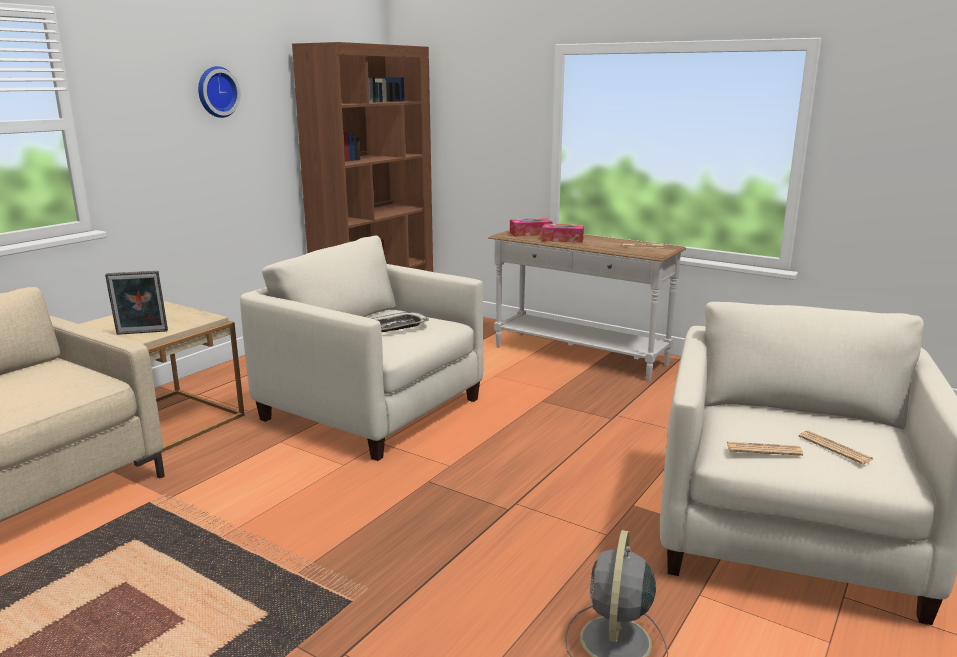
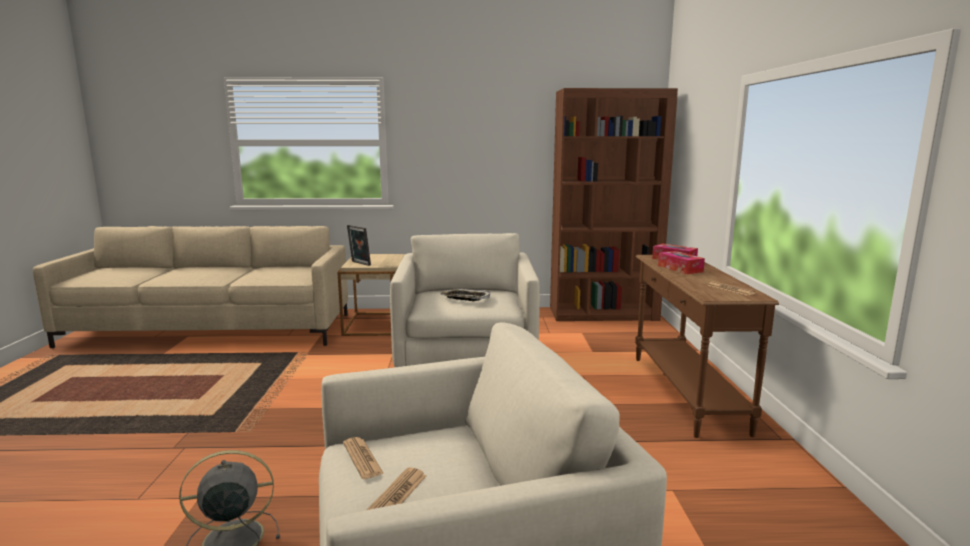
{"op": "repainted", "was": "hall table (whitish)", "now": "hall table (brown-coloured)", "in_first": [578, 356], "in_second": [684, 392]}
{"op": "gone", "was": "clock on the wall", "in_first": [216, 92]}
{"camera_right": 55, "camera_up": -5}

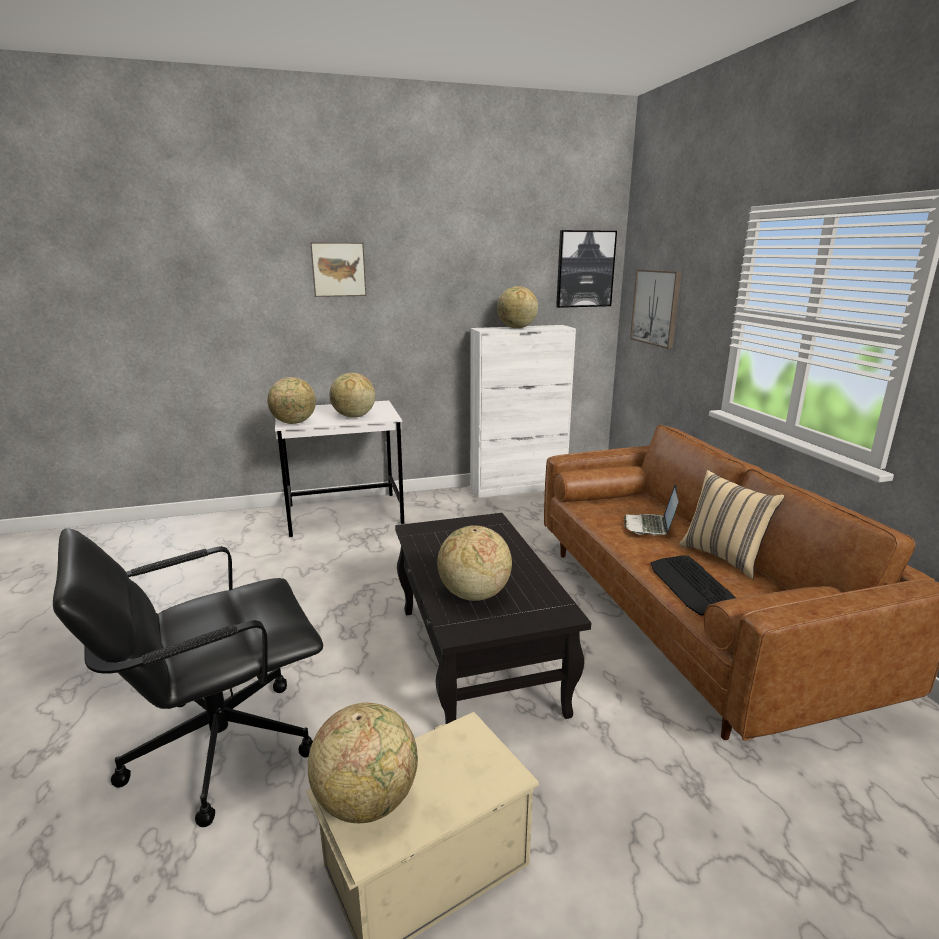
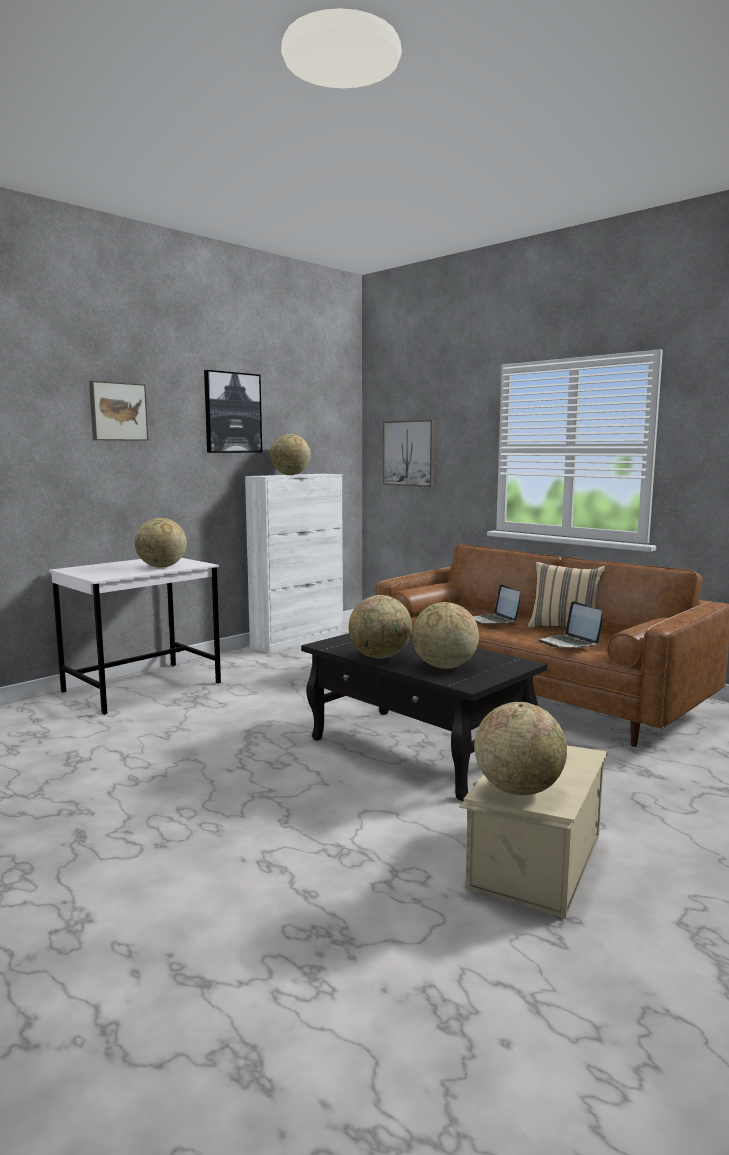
{"op": "shifted", "was": "wall picture", "in_first": [585, 269], "in_second": [232, 413]}
{"op": "shifted", "was": "world globe", "in_first": [294, 423], "in_second": [380, 657]}
{"op": "swapped", "was": "PC keyboard", "now": "portable computer", "in_first": [693, 586], "in_second": [569, 643]}
{"op": "gone", "was": "computer chair (black-coloured)", "in_first": [218, 746]}
{"camera_right": -30, "camera_up": -10}

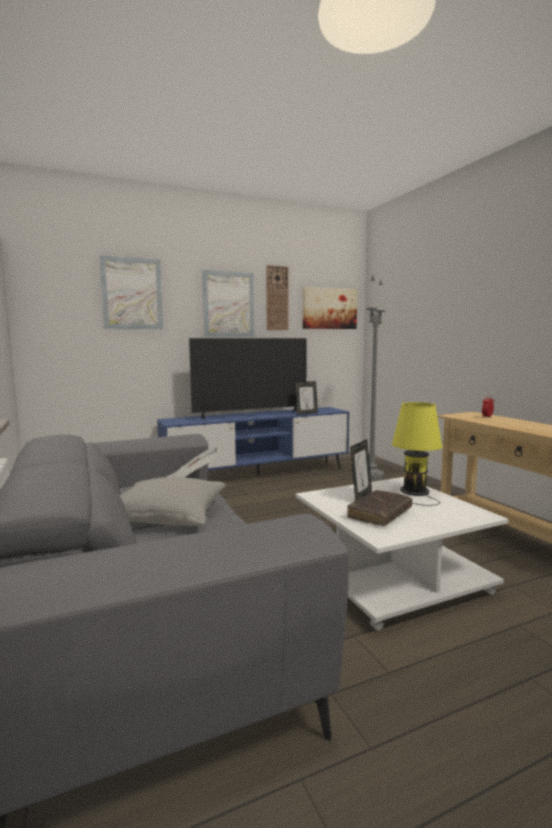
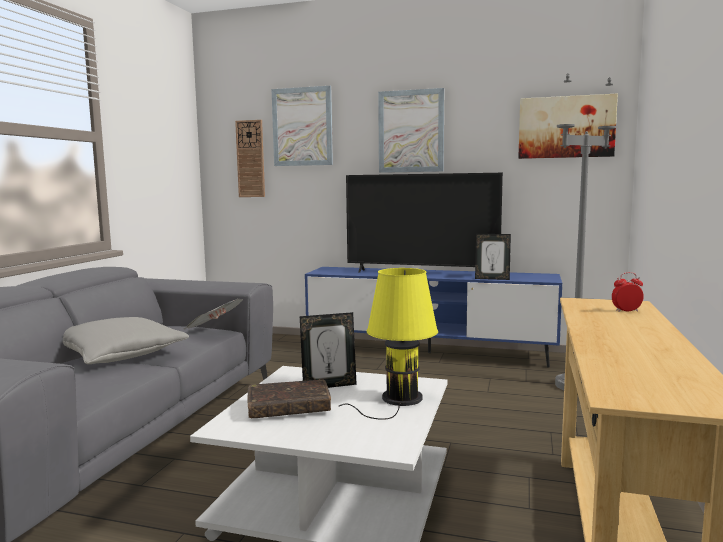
{"op": "shifted", "was": "clock on the wall", "in_first": [277, 298], "in_second": [250, 159]}
{"camera_right": 40, "camera_up": 0}

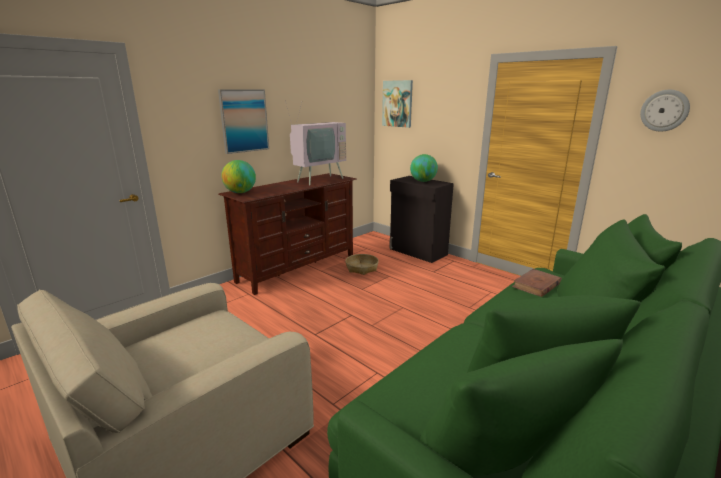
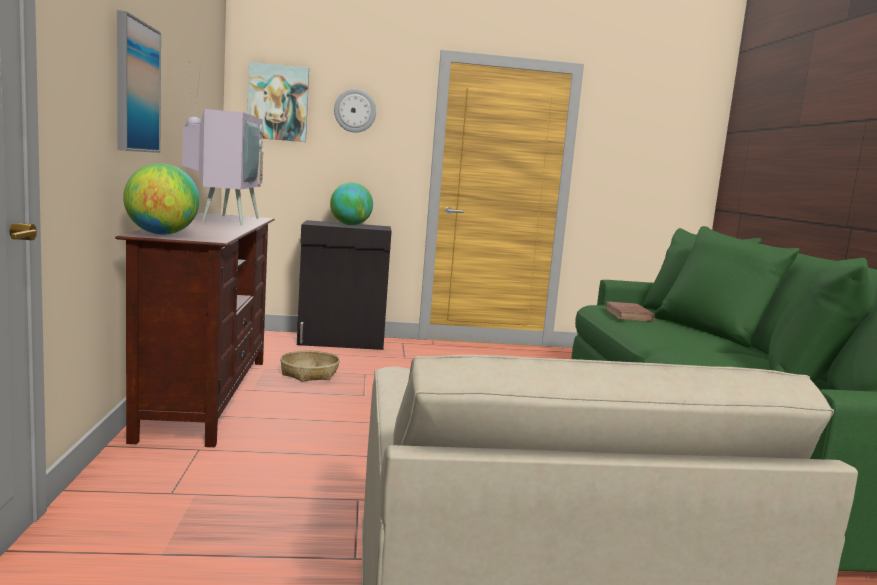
{"op": "shifted", "was": "clock on the wall", "in_first": [664, 110], "in_second": [355, 111]}
{"camera_right": -50, "camera_up": -10}

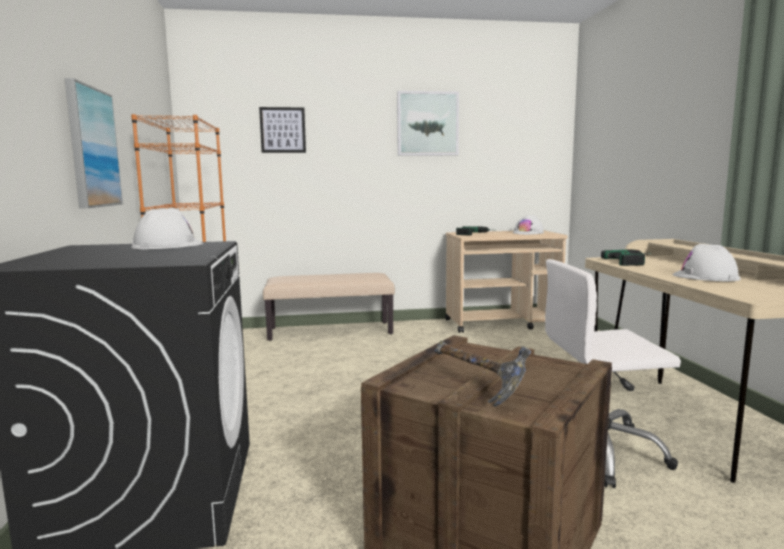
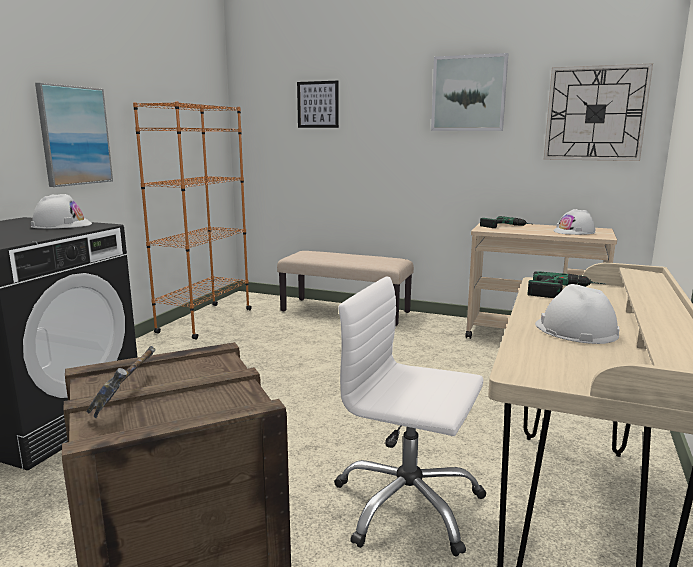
{"op": "new", "now": "clock on the wall", "in_second": [595, 114]}
{"camera_right": 30, "camera_up": 5}

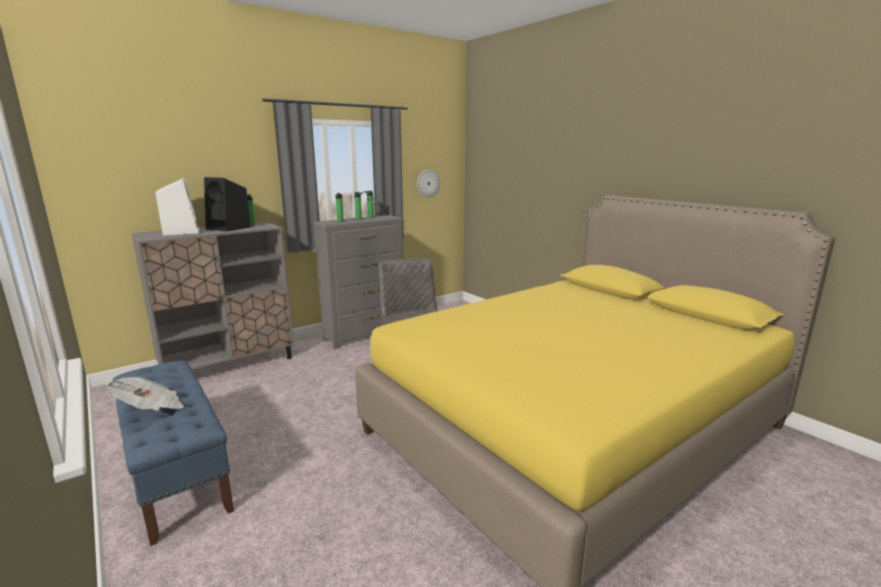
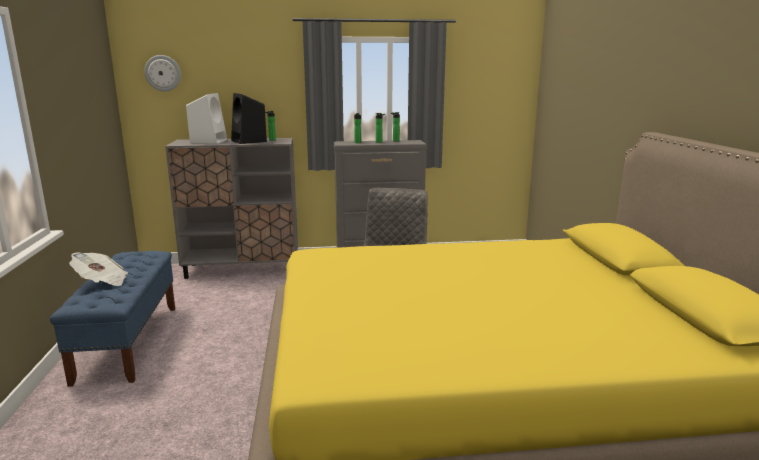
{"op": "shifted", "was": "clock on the wall", "in_first": [428, 183], "in_second": [163, 73]}
{"camera_right": 30, "camera_up": 0}

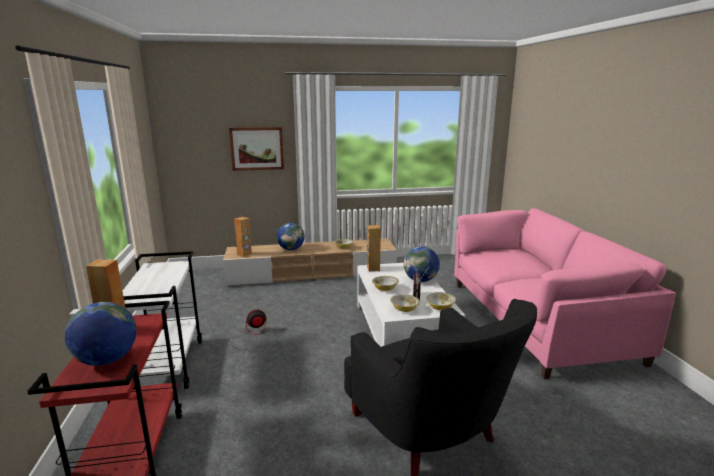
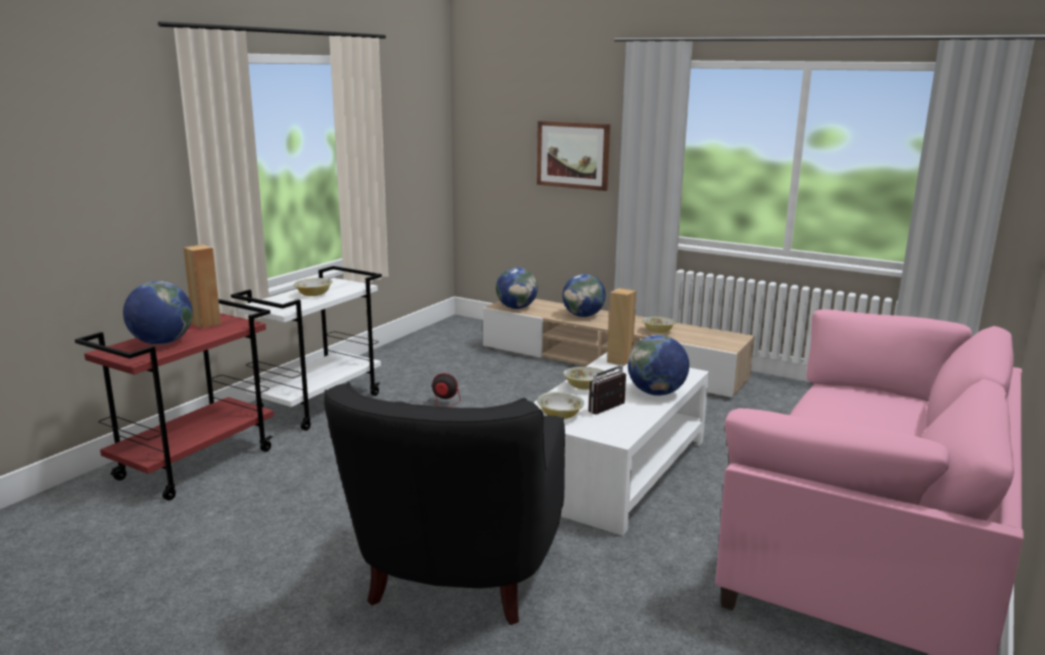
{"op": "shifted", "was": "bowl", "in_first": [440, 307], "in_second": [314, 295]}
{"op": "swapped", "was": "loudspeaker (brown-coloured)", "now": "world globe", "in_first": [244, 254], "in_second": [516, 308]}
{"camera_right": 40, "camera_up": 0}

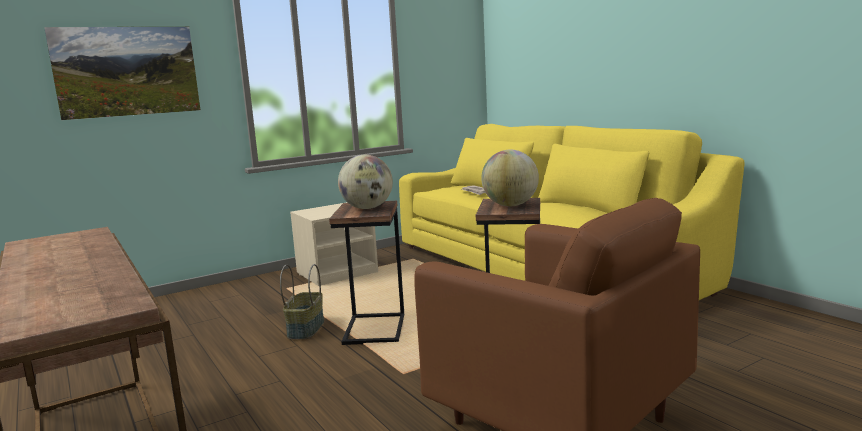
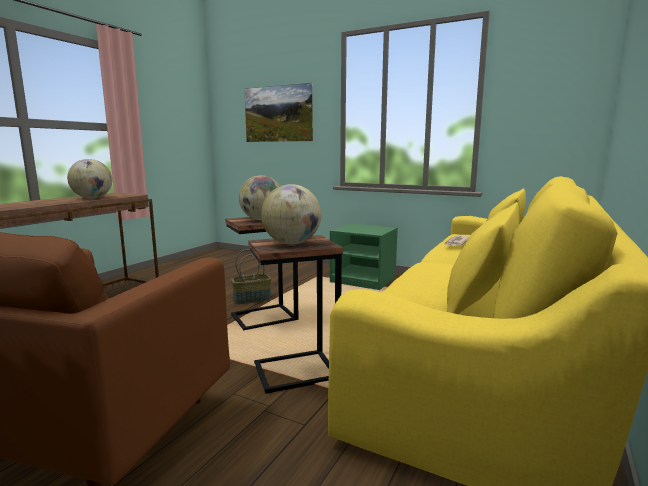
{"op": "new", "now": "world globe", "in_second": [92, 198]}
{"op": "repainted", "was": "bedside table (beige-coloured)", "now": "bedside table (greenish)", "in_first": [337, 272], "in_second": [364, 280]}
{"camera_right": 60, "camera_up": 0}

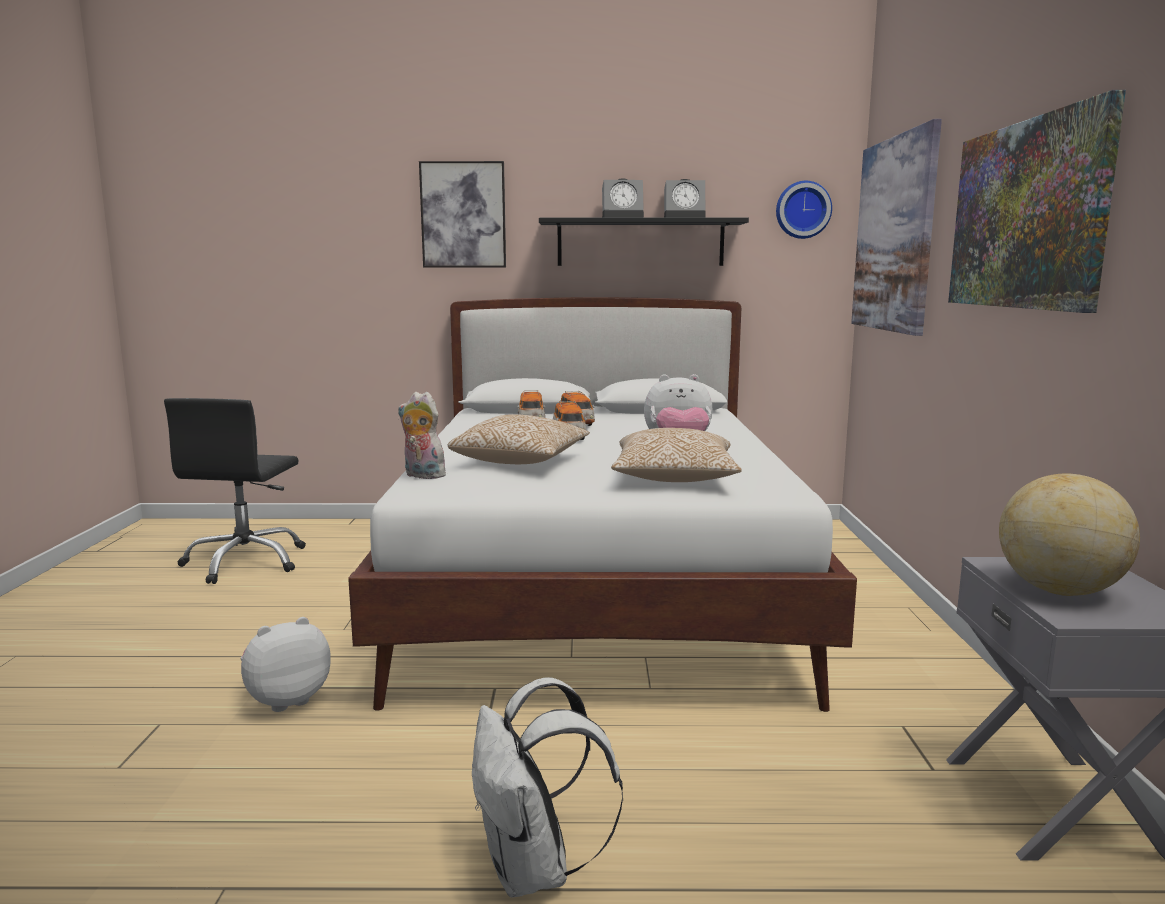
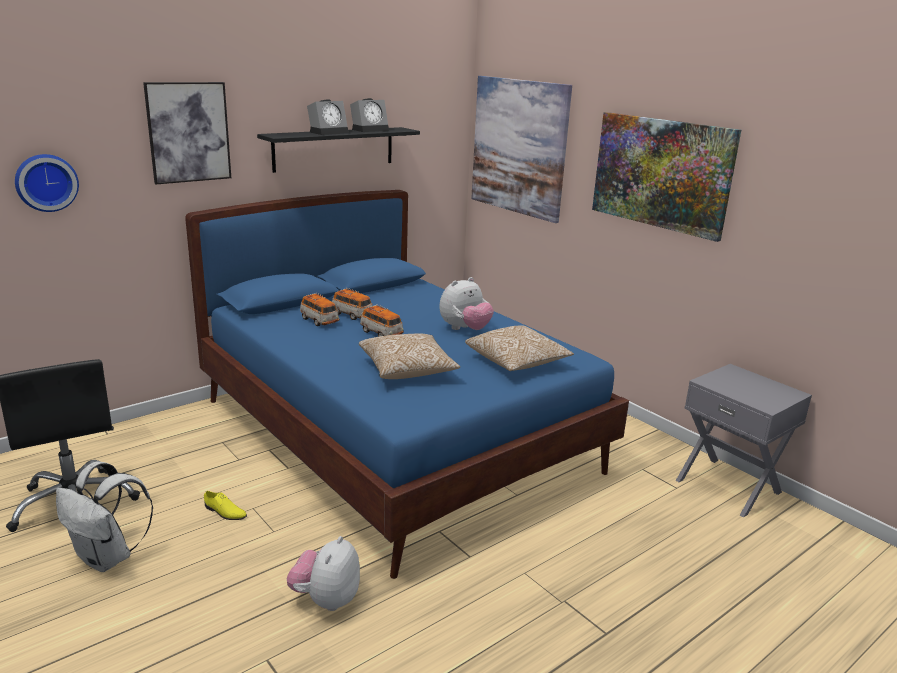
{"op": "shifted", "was": "clock on the wall", "in_first": [802, 210], "in_second": [46, 182]}
{"op": "shifted", "was": "rucksack (whitish)", "in_first": [534, 870], "in_second": [108, 558]}
{"op": "repainted", "was": "sleeping bed (whitish)", "now": "sleeping bed (blue)", "in_first": [598, 589], "in_second": [396, 434]}
{"op": "new", "now": "low shoe (yellowish)", "in_second": [224, 512]}
{"op": "gone", "was": "soft toy", "in_first": [422, 476]}
{"op": "gone", "was": "world globe", "in_first": [1058, 590]}
{"camera_right": -40, "camera_up": 10}

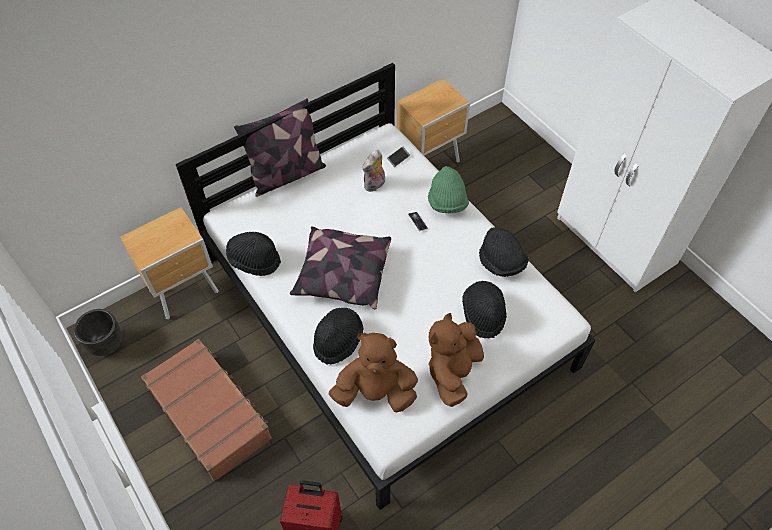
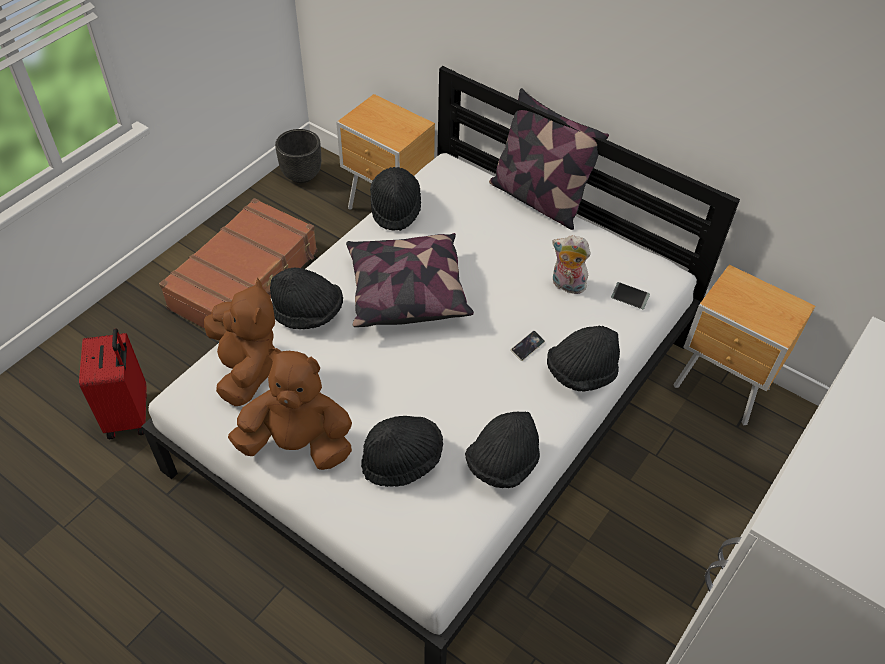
{"op": "repainted", "was": "hat (greenish)", "now": "hat (black-coloured)", "in_first": [447, 203], "in_second": [581, 373]}
{"camera_right": 70, "camera_up": -5}

